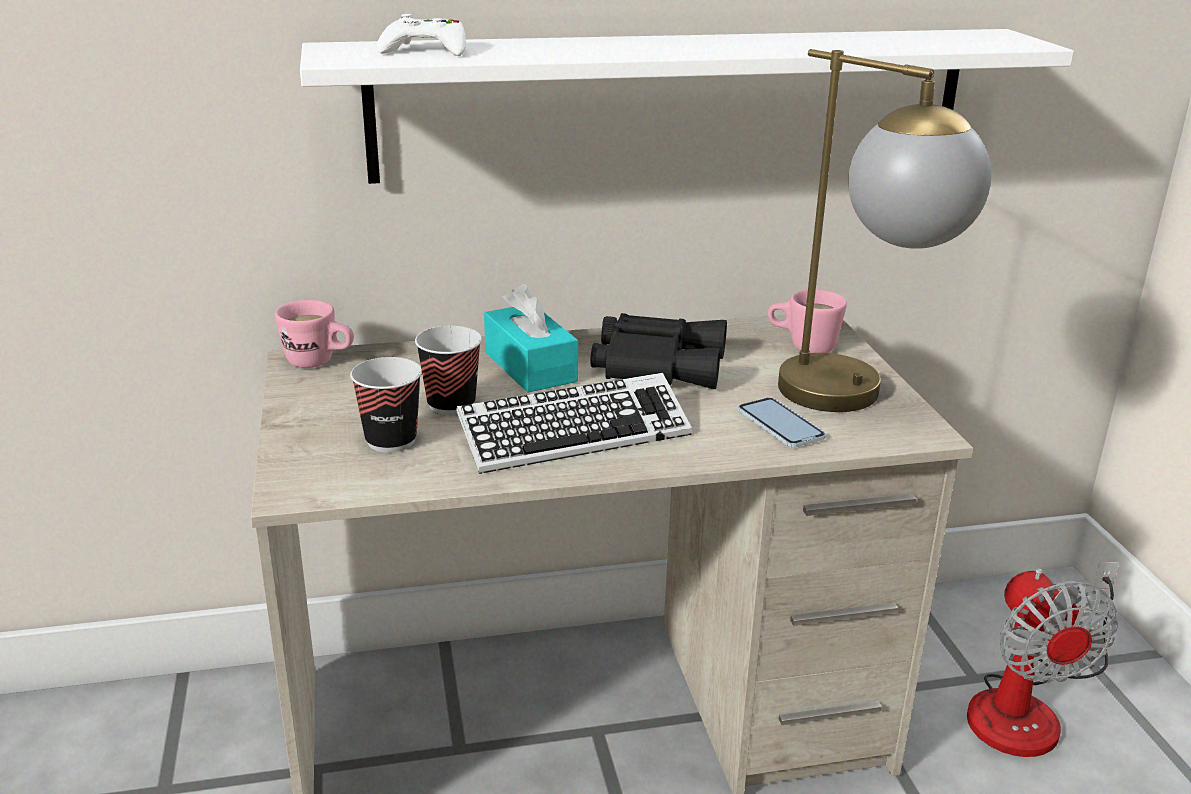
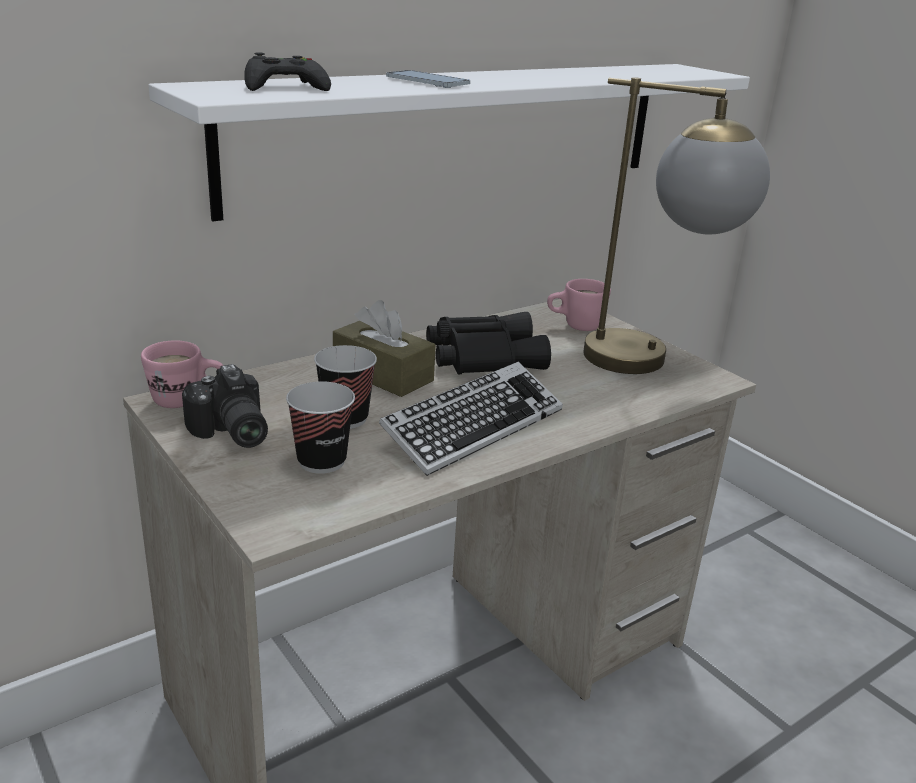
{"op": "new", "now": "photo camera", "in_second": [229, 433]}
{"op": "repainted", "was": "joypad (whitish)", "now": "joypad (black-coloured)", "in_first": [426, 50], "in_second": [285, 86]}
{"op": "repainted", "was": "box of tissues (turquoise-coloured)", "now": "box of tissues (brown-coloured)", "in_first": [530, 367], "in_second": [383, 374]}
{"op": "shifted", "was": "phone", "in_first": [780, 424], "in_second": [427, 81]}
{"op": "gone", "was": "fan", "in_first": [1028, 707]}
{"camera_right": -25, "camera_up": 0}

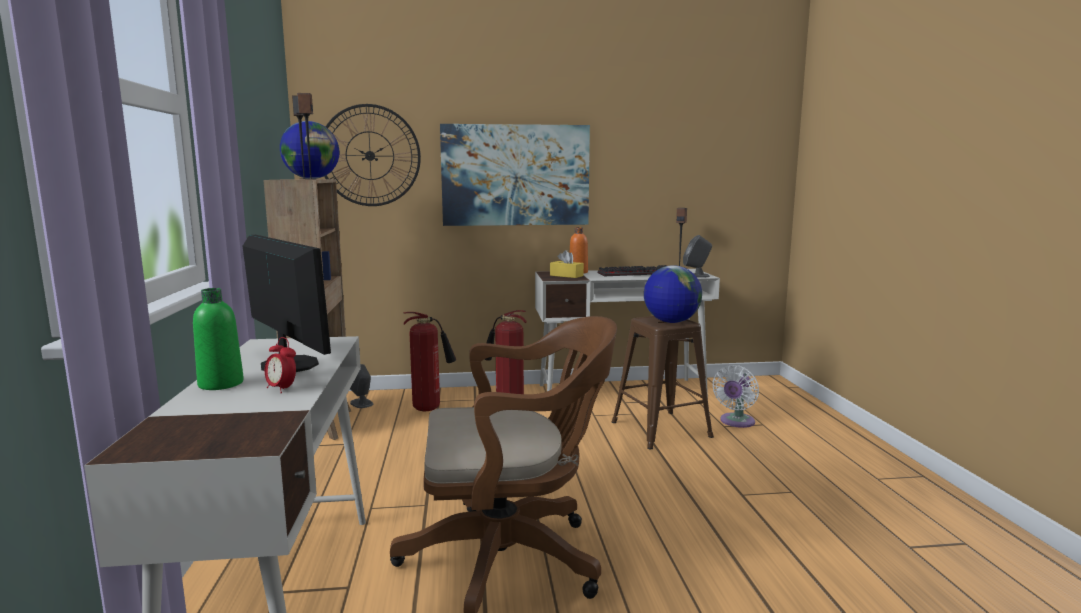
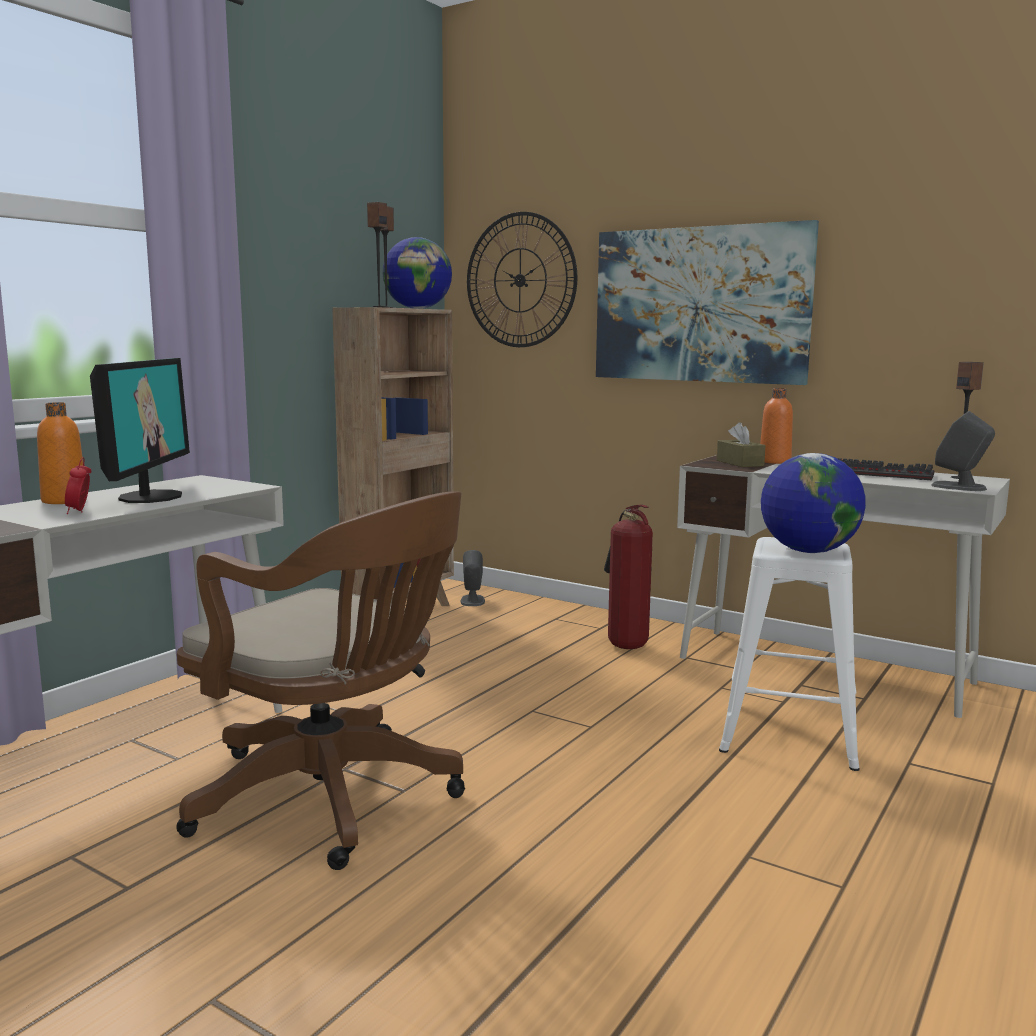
{"op": "repainted", "was": "bottle (greenish)", "now": "bottle (orange-coloured)", "in_first": [221, 384], "in_second": [64, 500]}
{"op": "repainted", "was": "box of tissues (yellowish)", "now": "box of tissues (brown-coloured)", "in_first": [566, 275], "in_second": [740, 463]}
{"op": "repainted", "was": "stool (brown-coloured)", "now": "stool (whitish)", "in_first": [660, 429], "in_second": [787, 734]}
{"op": "gone", "was": "fire-fighting cylinder", "in_first": [430, 408]}
{"op": "gone", "was": "fan (whitish)", "in_first": [736, 422]}
{"camera_right": 40, "camera_up": 0}

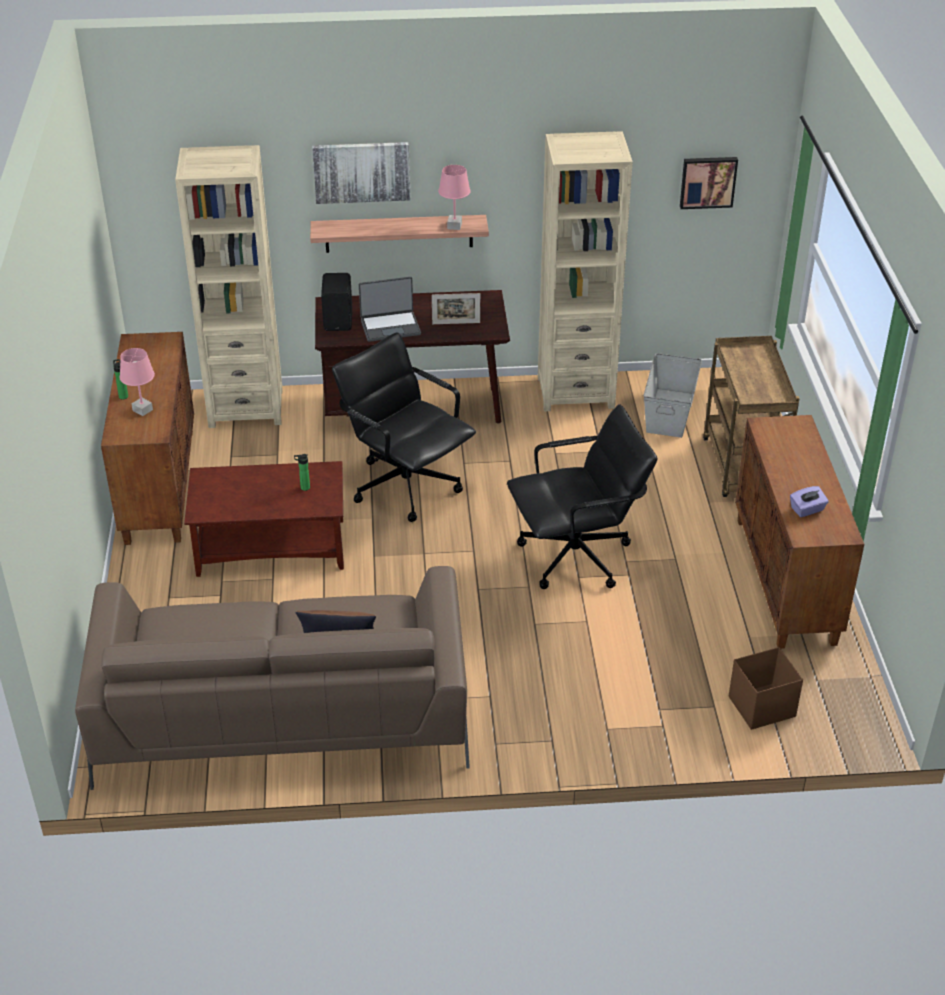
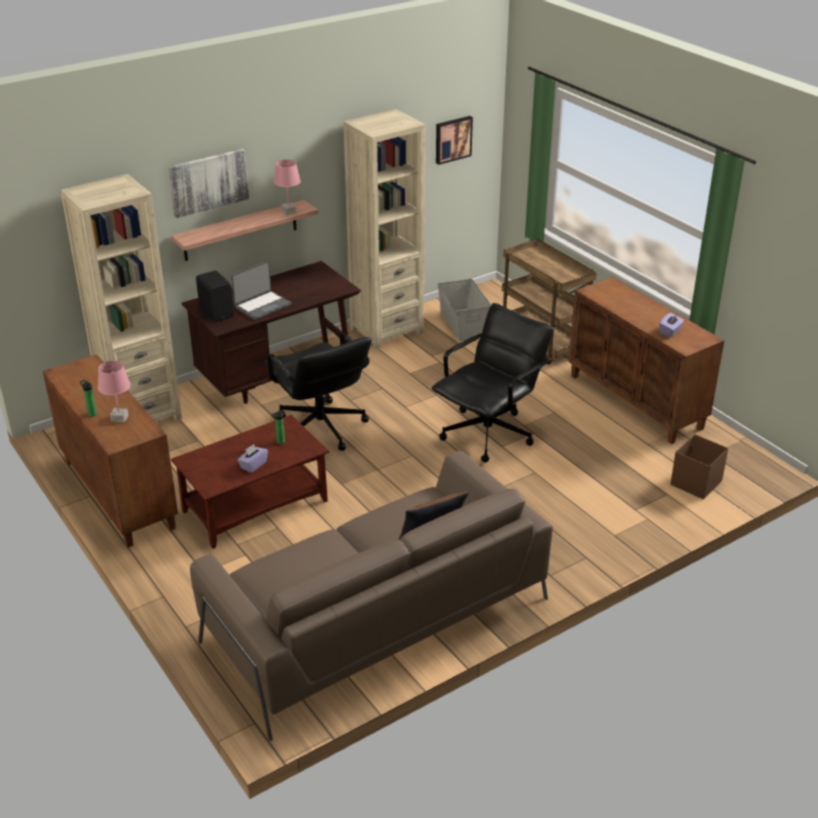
{"op": "new", "now": "box of tissues (purplish)", "in_second": [253, 465]}
{"op": "rotated", "was": "computer chair (black-coloured)", "in_first": [406, 485], "in_second": [320, 428], "clockwise": -135}
{"op": "gone", "was": "photo frame", "in_first": [456, 323]}
{"camera_right": -30, "camera_up": -5}

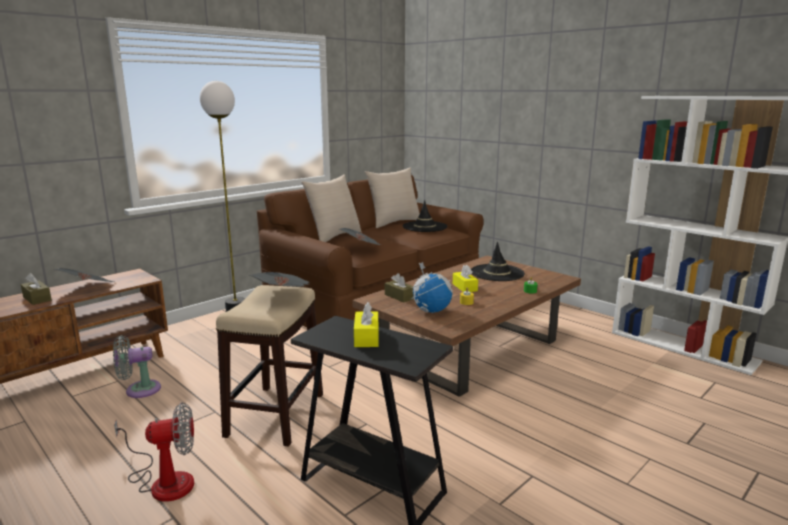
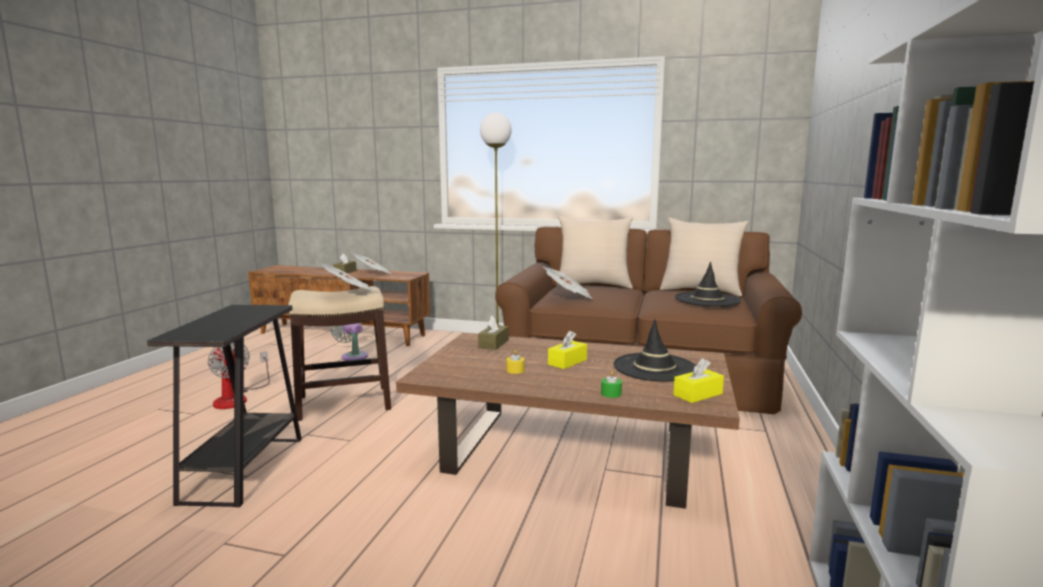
{"op": "shifted", "was": "box of tissues (yellowish)", "in_first": [366, 337], "in_second": [698, 394]}
{"op": "gone", "was": "world globe", "in_first": [431, 311]}
{"camera_right": 60, "camera_up": -5}

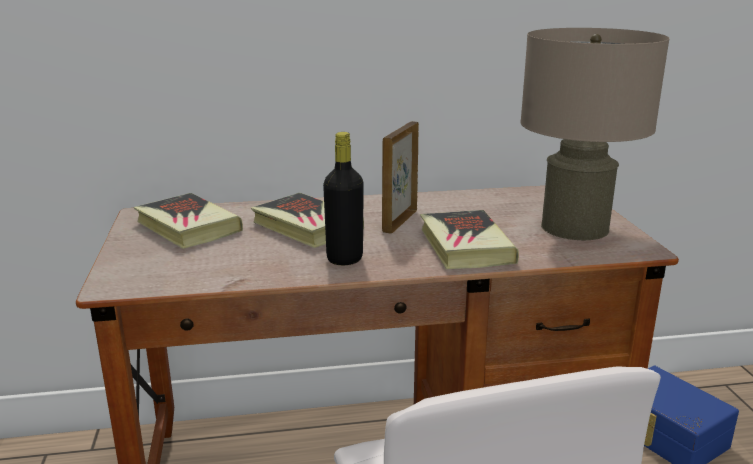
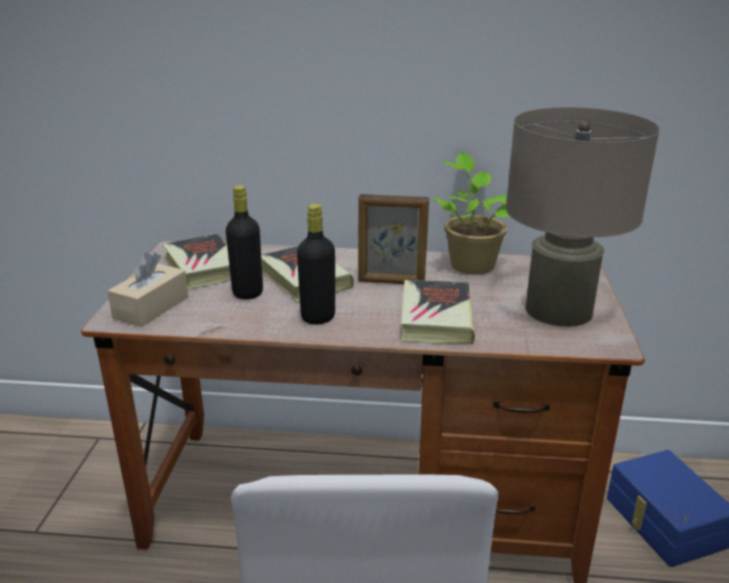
{"op": "new", "now": "box of tissues (beige-coloured)", "in_second": [151, 307]}
{"op": "new", "now": "bottle (black-coloured)", "in_second": [248, 293]}
{"op": "rotated", "was": "photo frame", "in_first": [399, 221], "in_second": [391, 282], "clockwise": -120}
{"op": "new", "now": "plant in a pot", "in_second": [470, 264]}
{"camera_right": 15, "camera_up": 5}

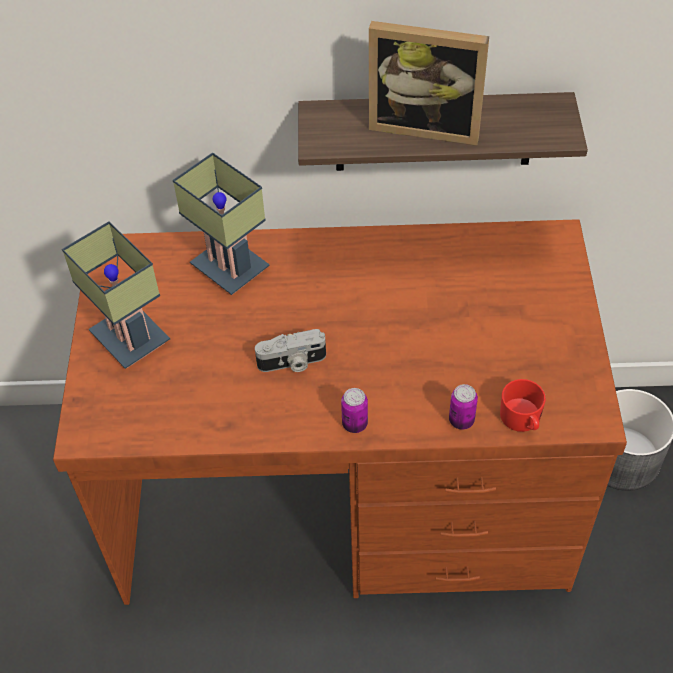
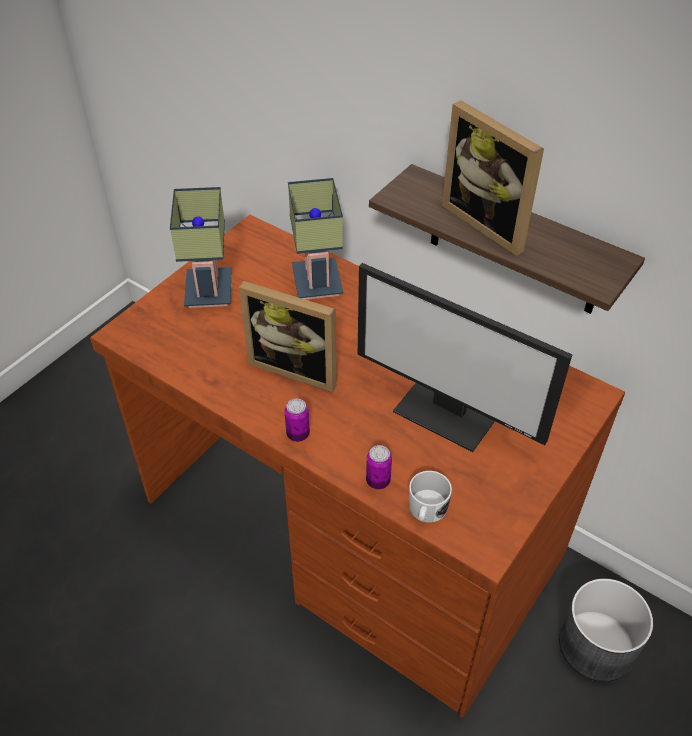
{"op": "swapped", "was": "photo camera", "now": "photo frame", "in_first": [292, 363], "in_second": [296, 367]}
{"op": "new", "now": "computer display", "in_second": [447, 412]}
{"op": "repainted", "was": "coffee mug (red)", "now": "coffee mug (whitish)", "in_first": [522, 419], "in_second": [426, 510]}
{"camera_right": 35, "camera_up": -5}

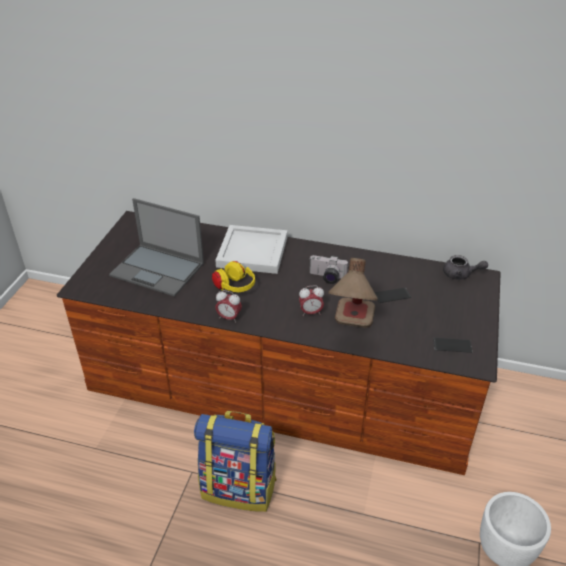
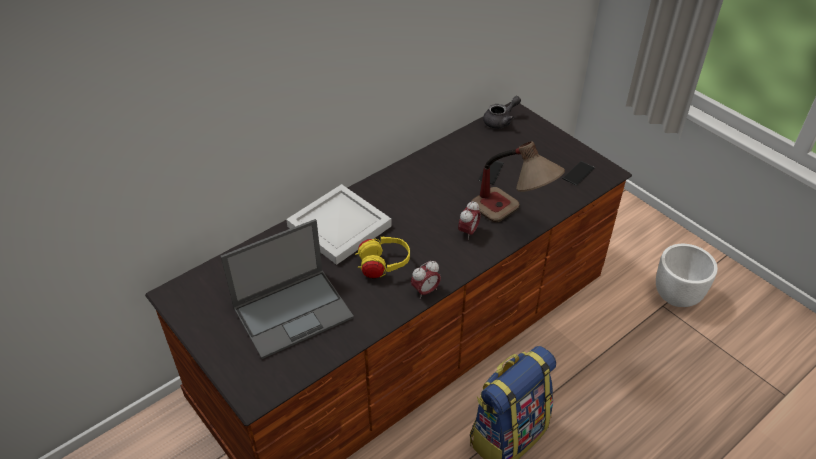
{"op": "gone", "was": "photo camera", "in_first": [327, 277]}
{"camera_right": -55, "camera_up": 5}

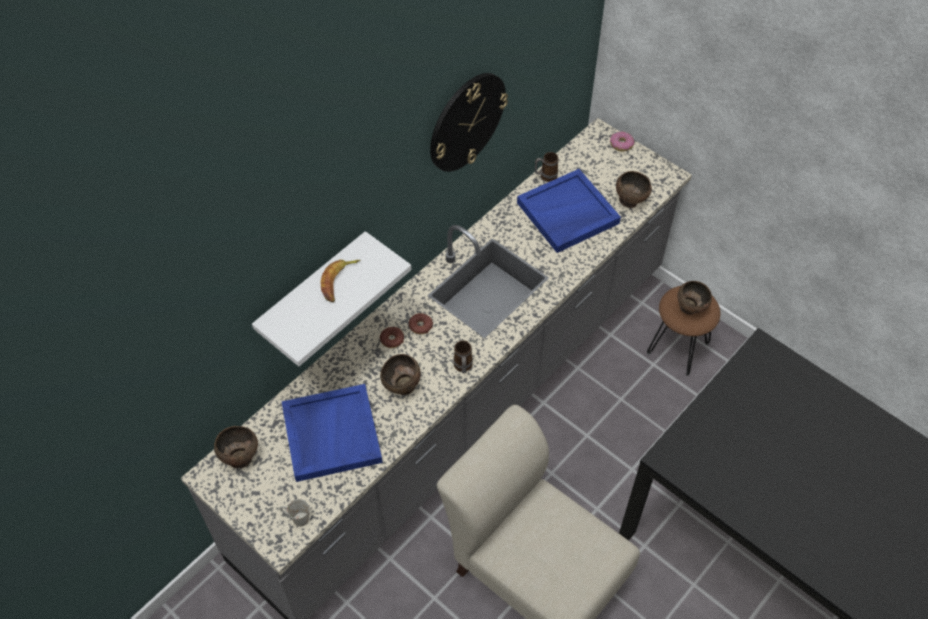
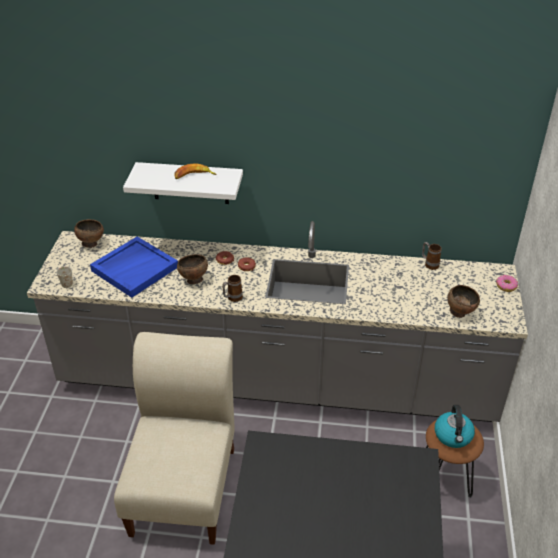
{"op": "swapped", "was": "bowl (brown-coloured)", "now": "water kettle", "in_first": [690, 308], "in_second": [453, 436]}
{"op": "gone", "was": "clock on the wall", "in_first": [466, 122]}
{"op": "gone", "was": "carrying tray (blue)", "in_first": [567, 214]}
{"camera_right": 55, "camera_up": -15}

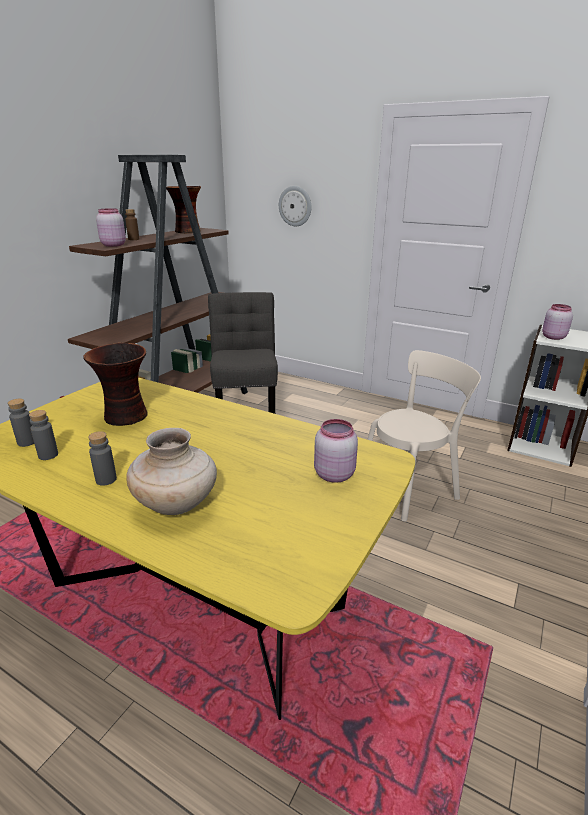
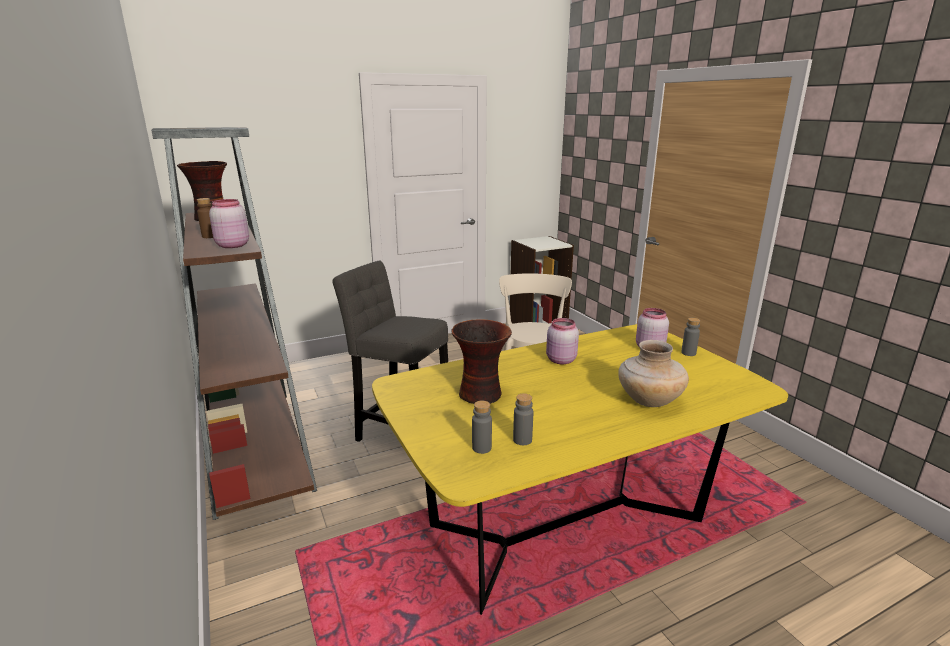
{"op": "shifted", "was": "preserve jar (pinkish)", "in_first": [552, 337], "in_second": [560, 360]}
{"op": "shifted", "was": "bottle (grey)", "in_first": [106, 479], "in_second": [688, 353]}
{"op": "gone", "was": "clock on the wall", "in_first": [295, 206]}
{"camera_right": -55, "camera_up": -5}

